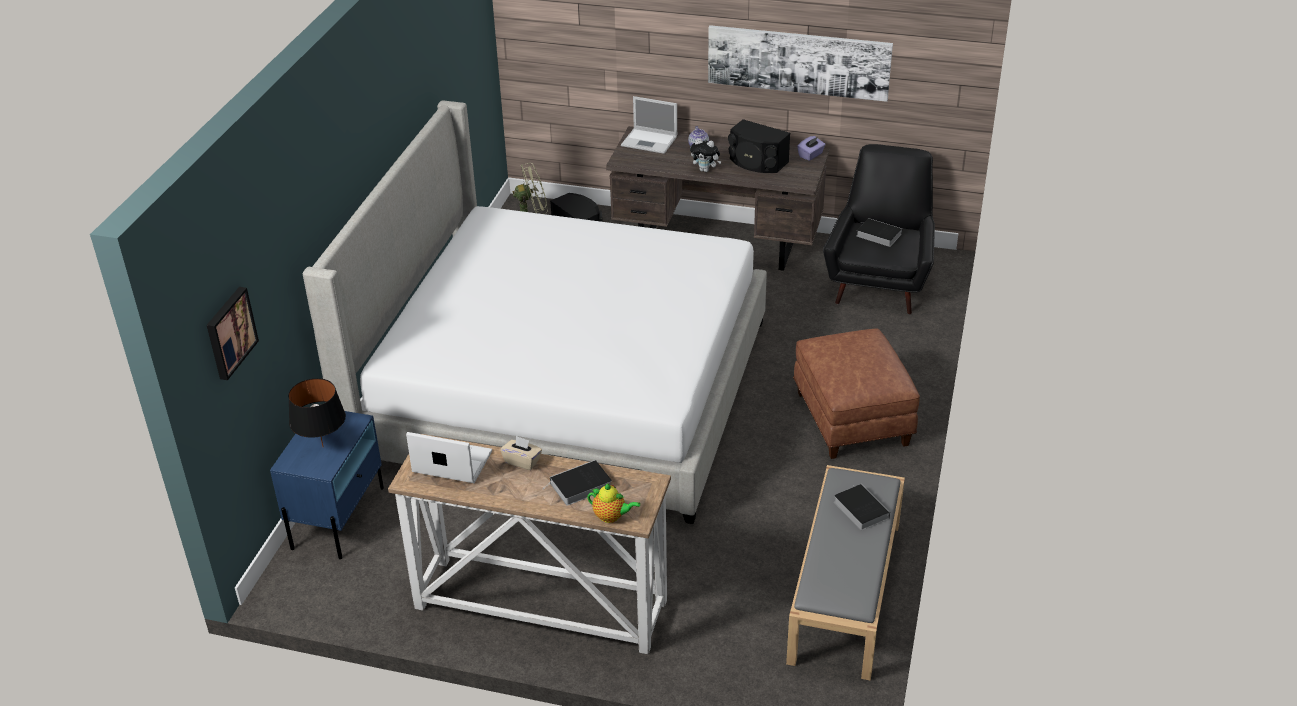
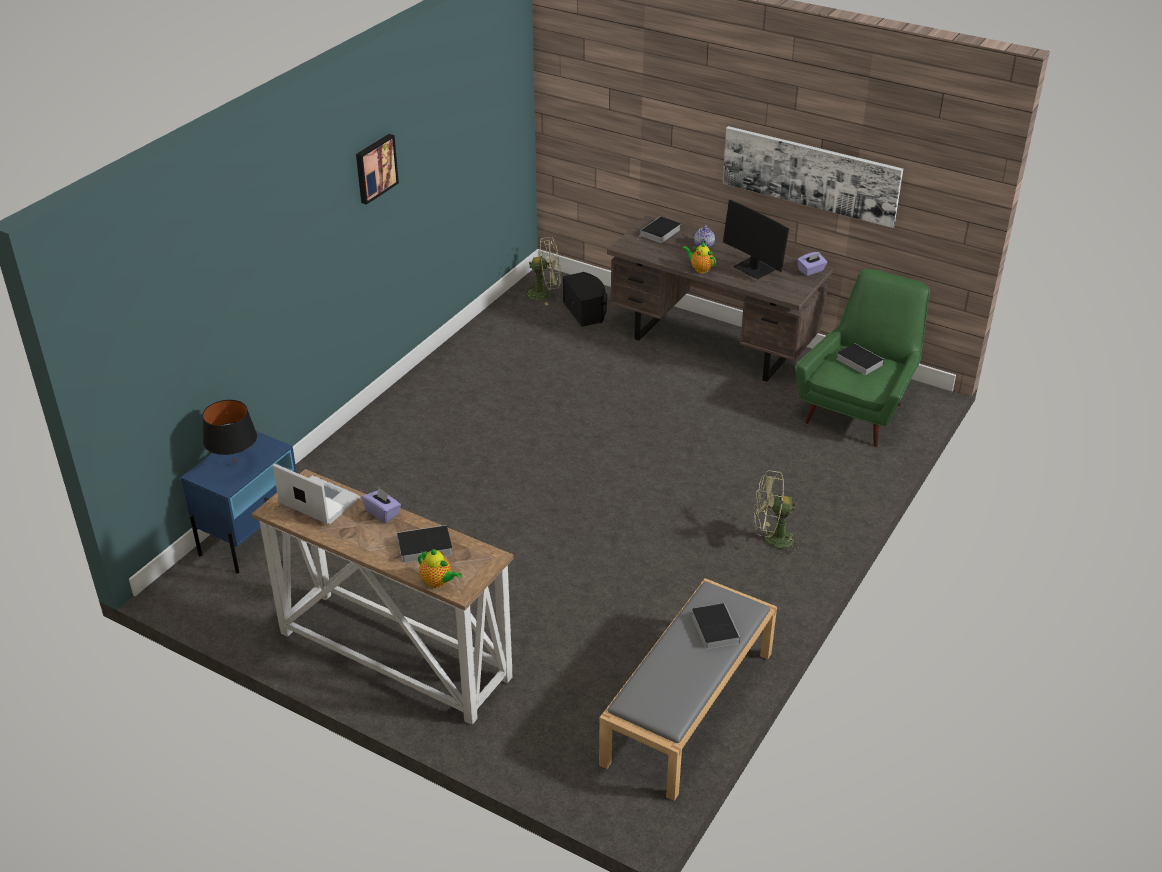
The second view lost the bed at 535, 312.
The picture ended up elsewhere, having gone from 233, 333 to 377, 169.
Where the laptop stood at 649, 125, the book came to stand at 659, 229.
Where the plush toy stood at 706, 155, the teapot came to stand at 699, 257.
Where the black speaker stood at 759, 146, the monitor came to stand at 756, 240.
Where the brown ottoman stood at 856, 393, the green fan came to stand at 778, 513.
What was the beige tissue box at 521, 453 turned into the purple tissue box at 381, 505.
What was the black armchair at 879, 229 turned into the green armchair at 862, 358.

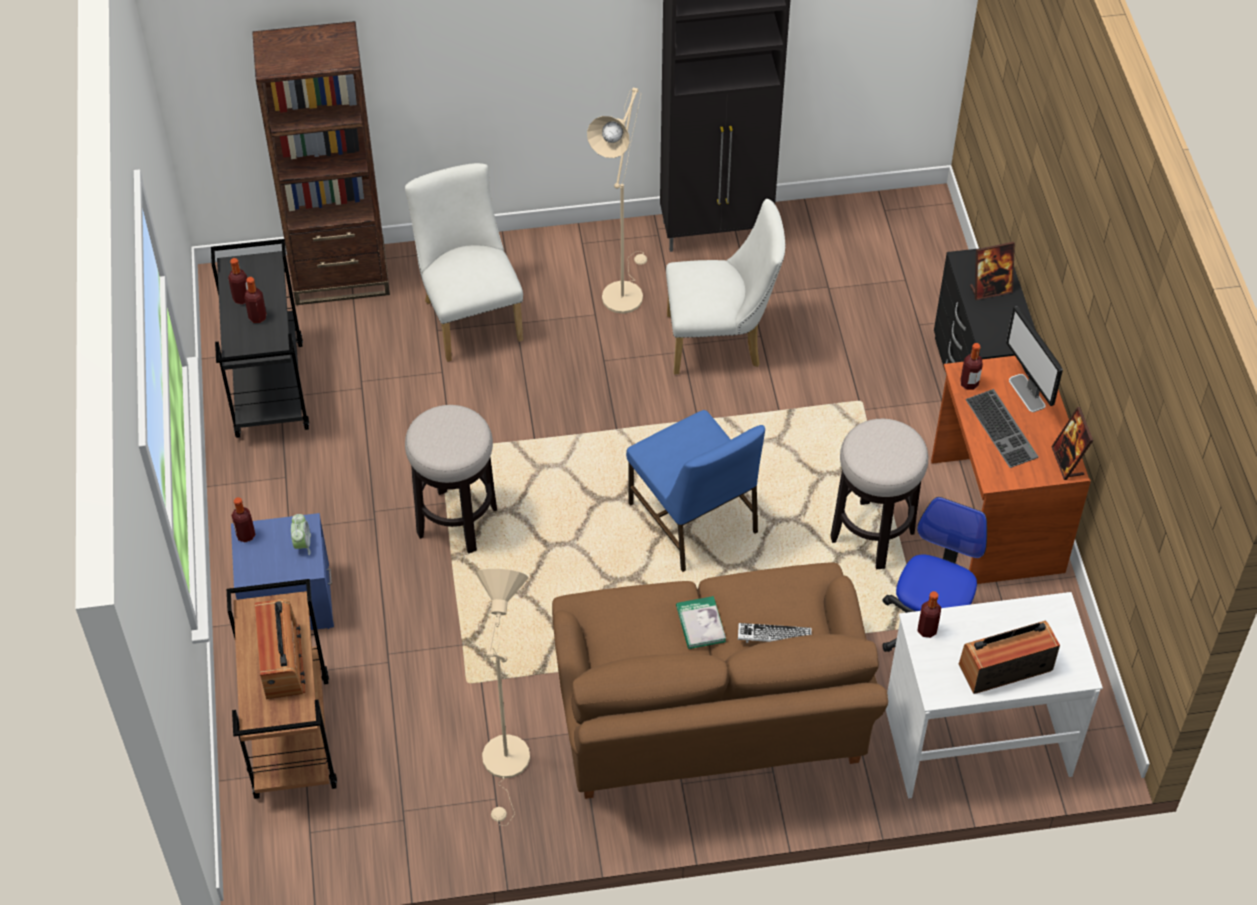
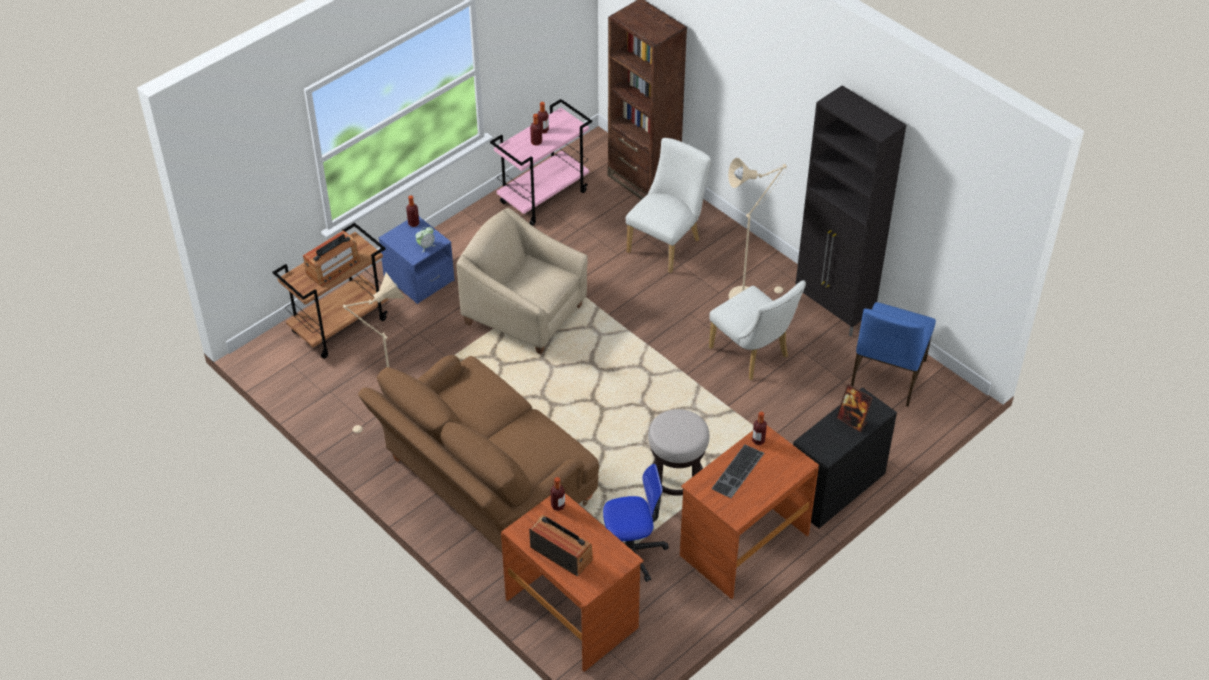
The second view lost the book at 701, 622.
The second view lost the keyboard at 775, 633.
The second view lost the monitor at 1034, 359.
The second view lost the picture frame at 1072, 443.
The blue chair ended up elsewhere, having gone from 695, 491 to 893, 354.
Where the stool stood at 451, 479, the beige armchair came to stand at 522, 281.
What was the black cart at 260, 338 turned into the pink cart at 541, 162.
What was the white desk at 994, 695 turned into the brown desk at 572, 582.

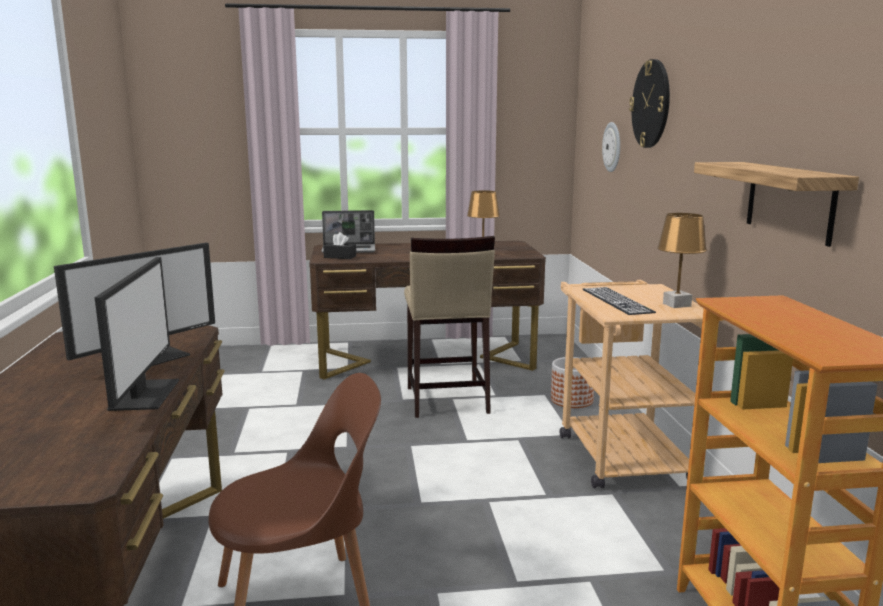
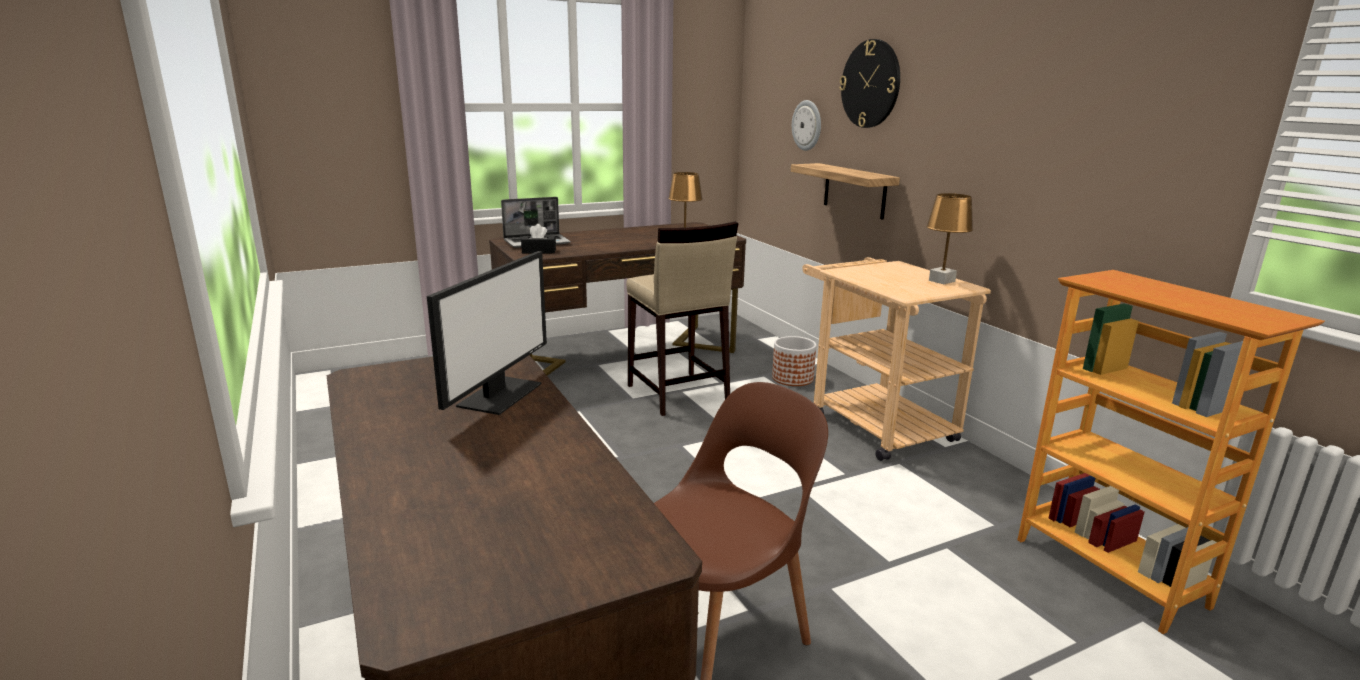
The second view lost the monitor at 137, 334.
The second view lost the keyboard at 619, 301.
The shelf ended up elsewhere, having gone from 776, 204 to 845, 191.

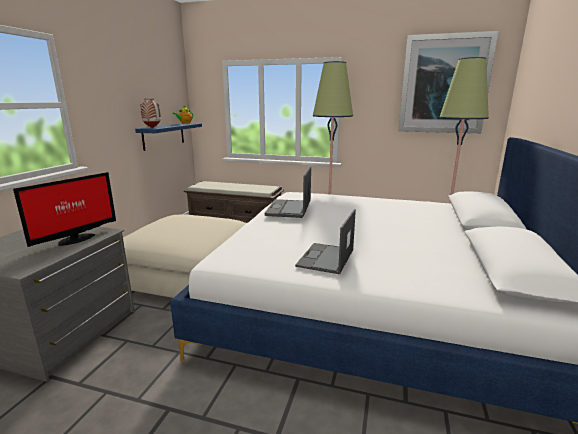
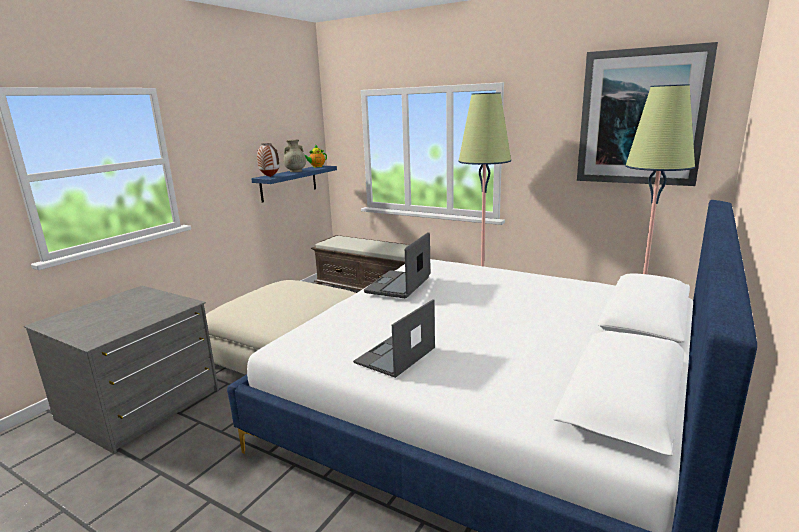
The second view lost the monitor at 64, 209.
The second view gained the beige vase at 294, 156.

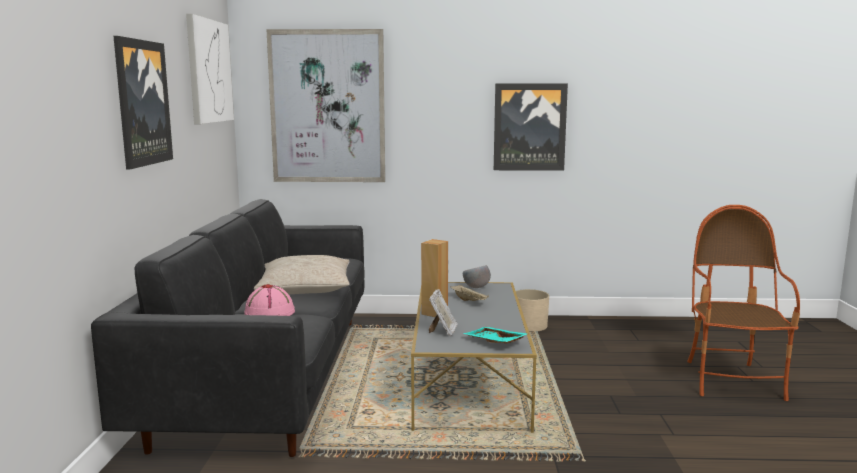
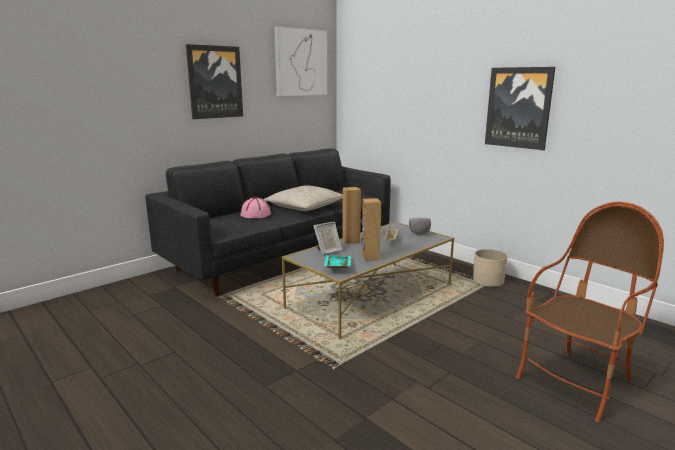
The second view lost the picture at 325, 105.
The second view gained the brown speaker at 371, 229.

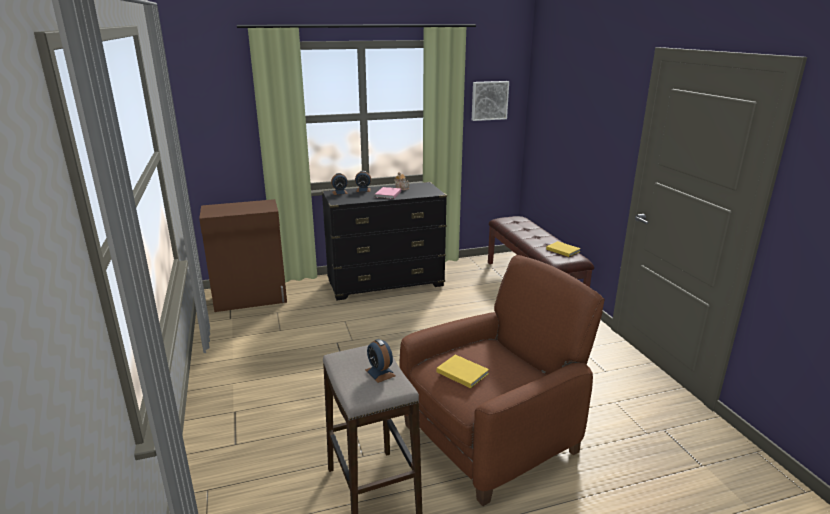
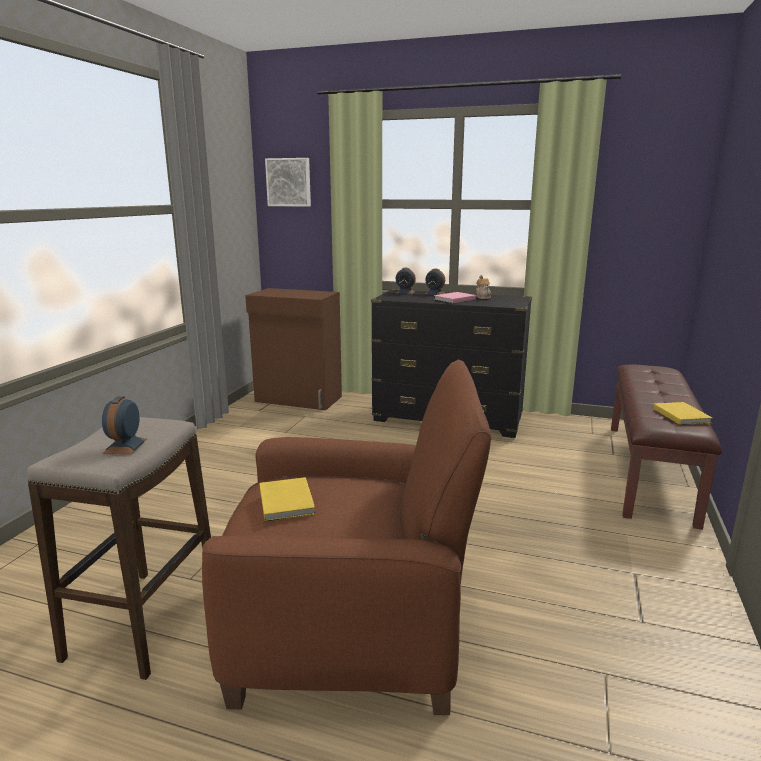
The picture ended up elsewhere, having gone from 490, 101 to 288, 182.

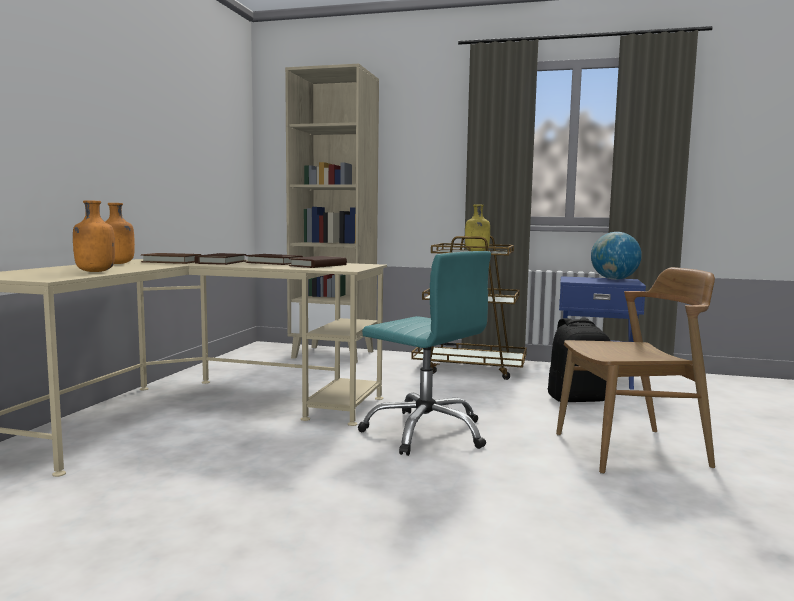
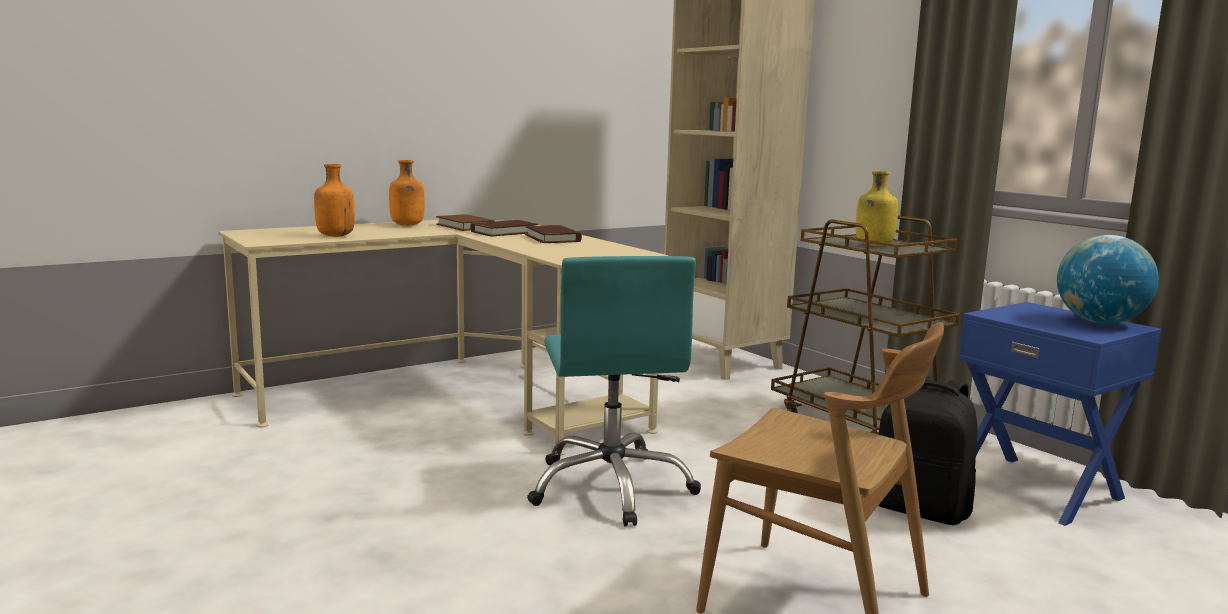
The second view lost the brown book at 318, 262.

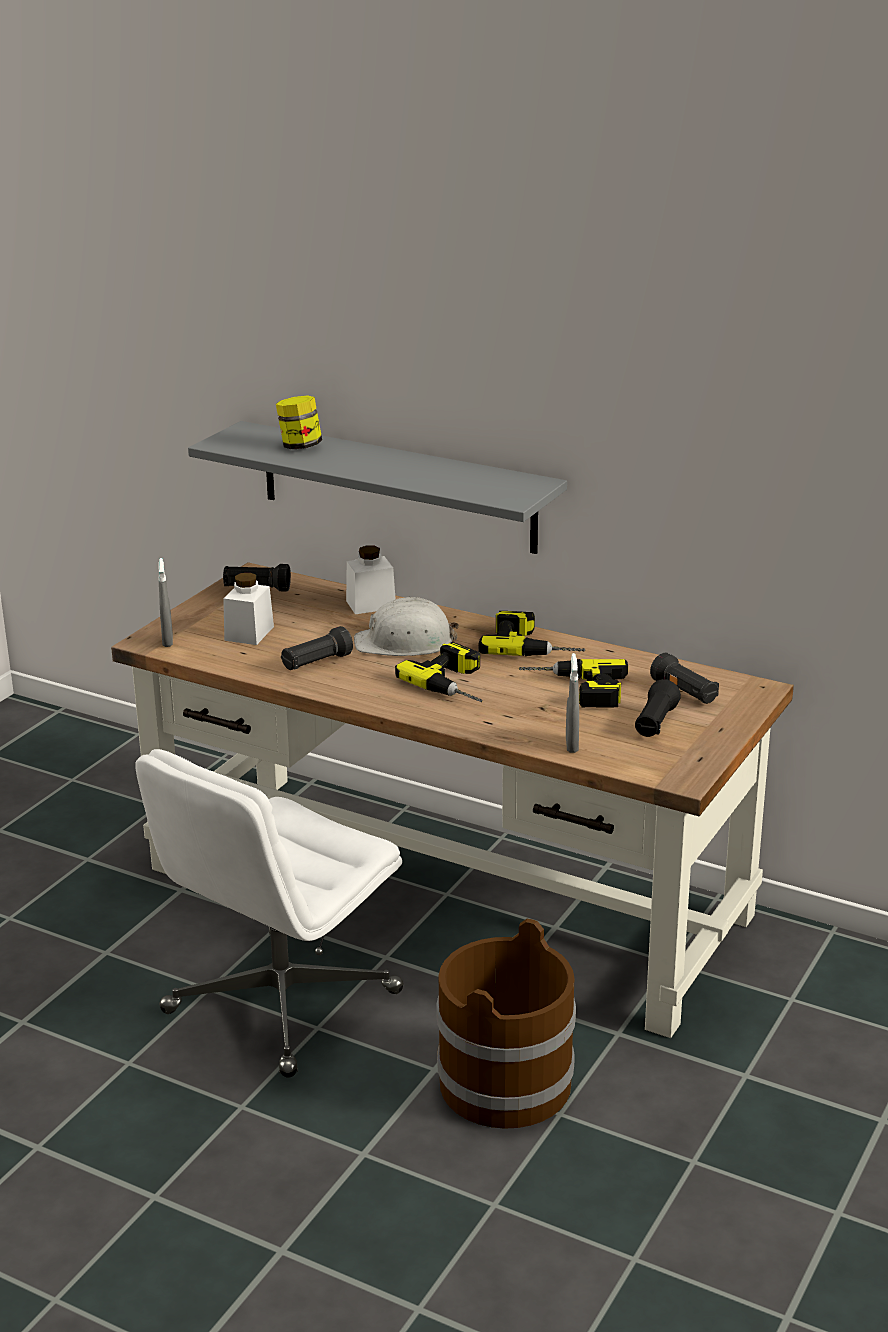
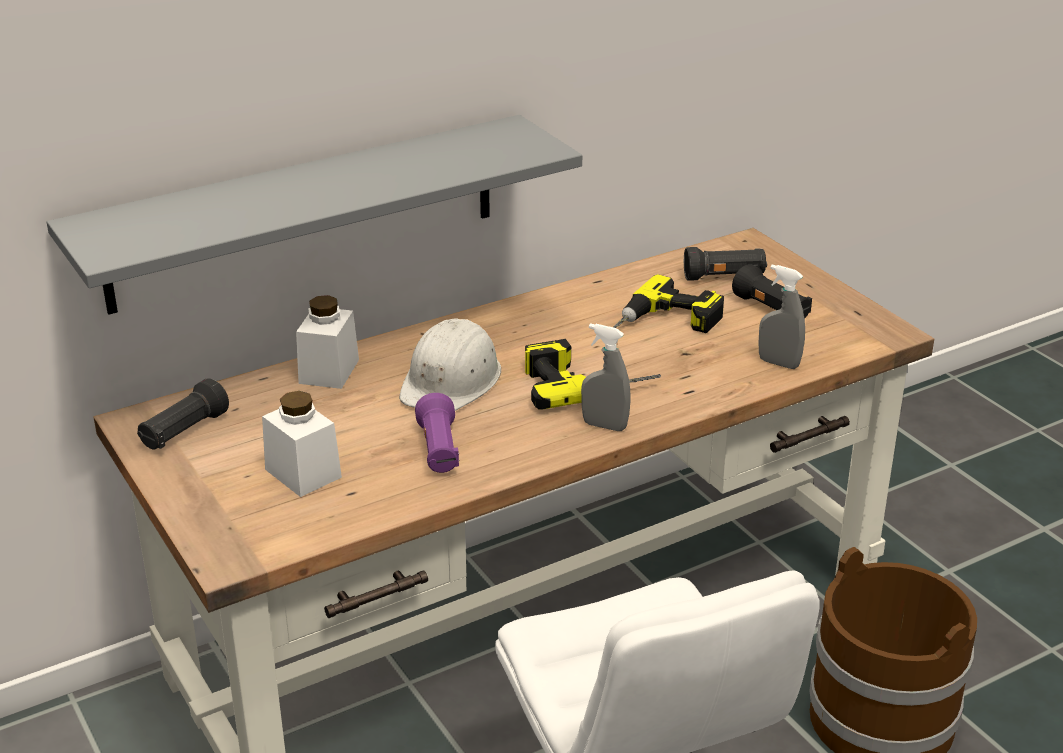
The second view lost the jar at 299, 422.
The second view lost the power drill at 531, 633.
The grey spray bottle ended up elsewhere, having gone from 165, 602 to 606, 377.
What was the black flashlight at 317, 648 turned into the purple flashlight at 437, 433.

